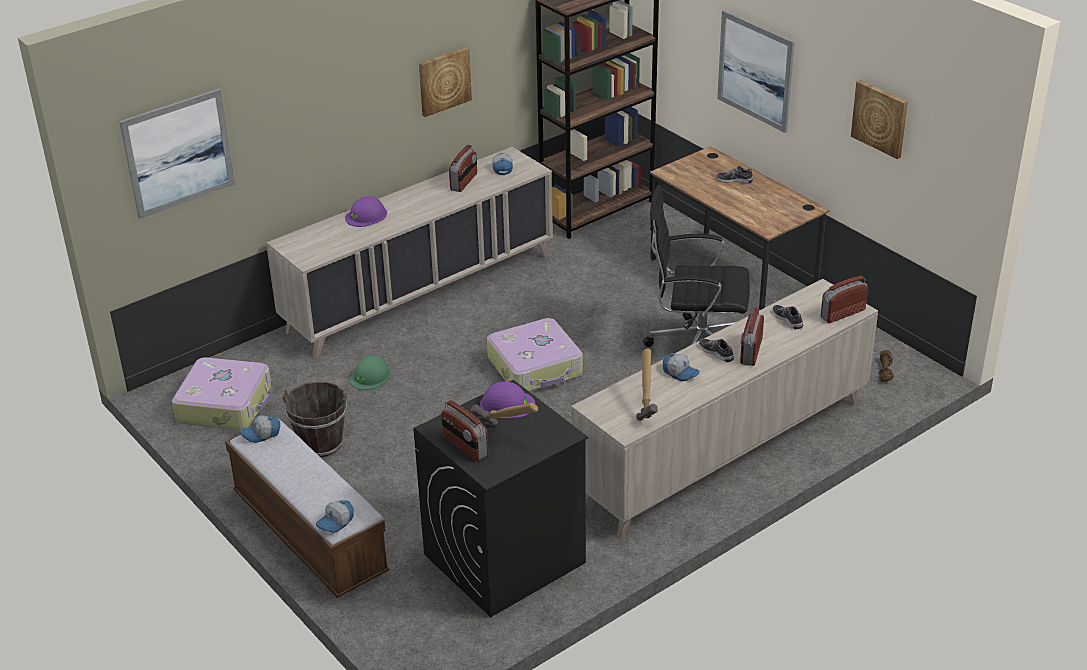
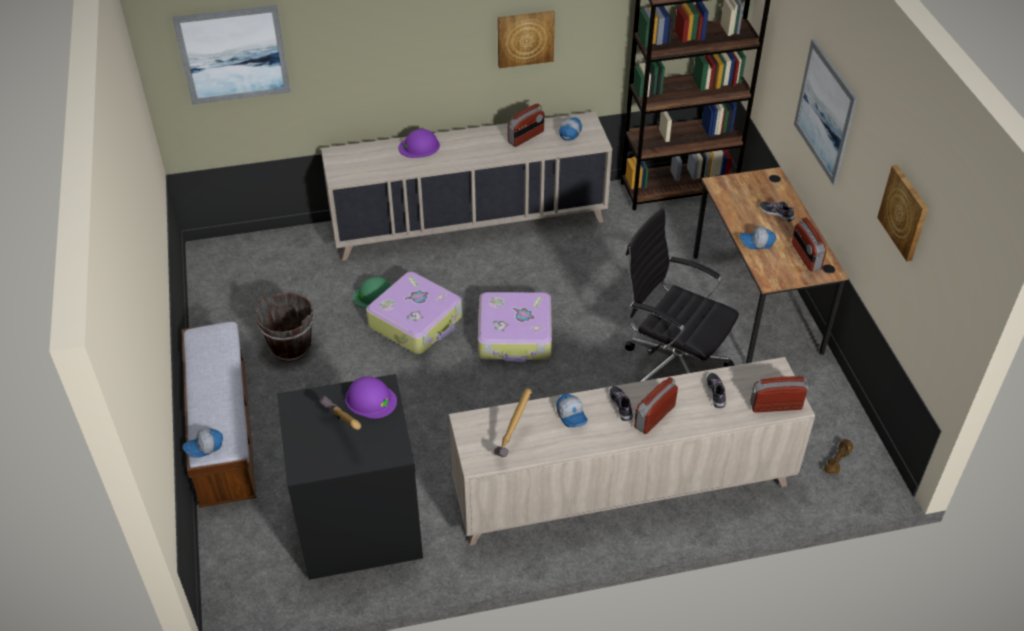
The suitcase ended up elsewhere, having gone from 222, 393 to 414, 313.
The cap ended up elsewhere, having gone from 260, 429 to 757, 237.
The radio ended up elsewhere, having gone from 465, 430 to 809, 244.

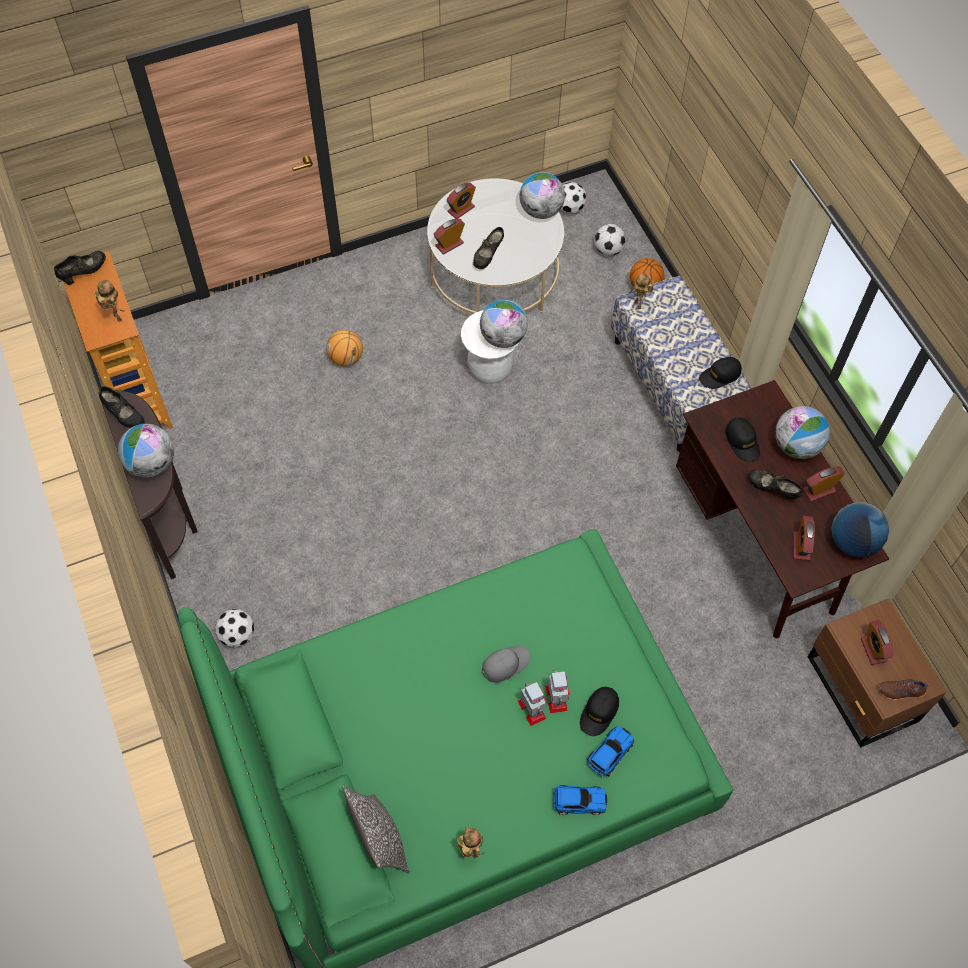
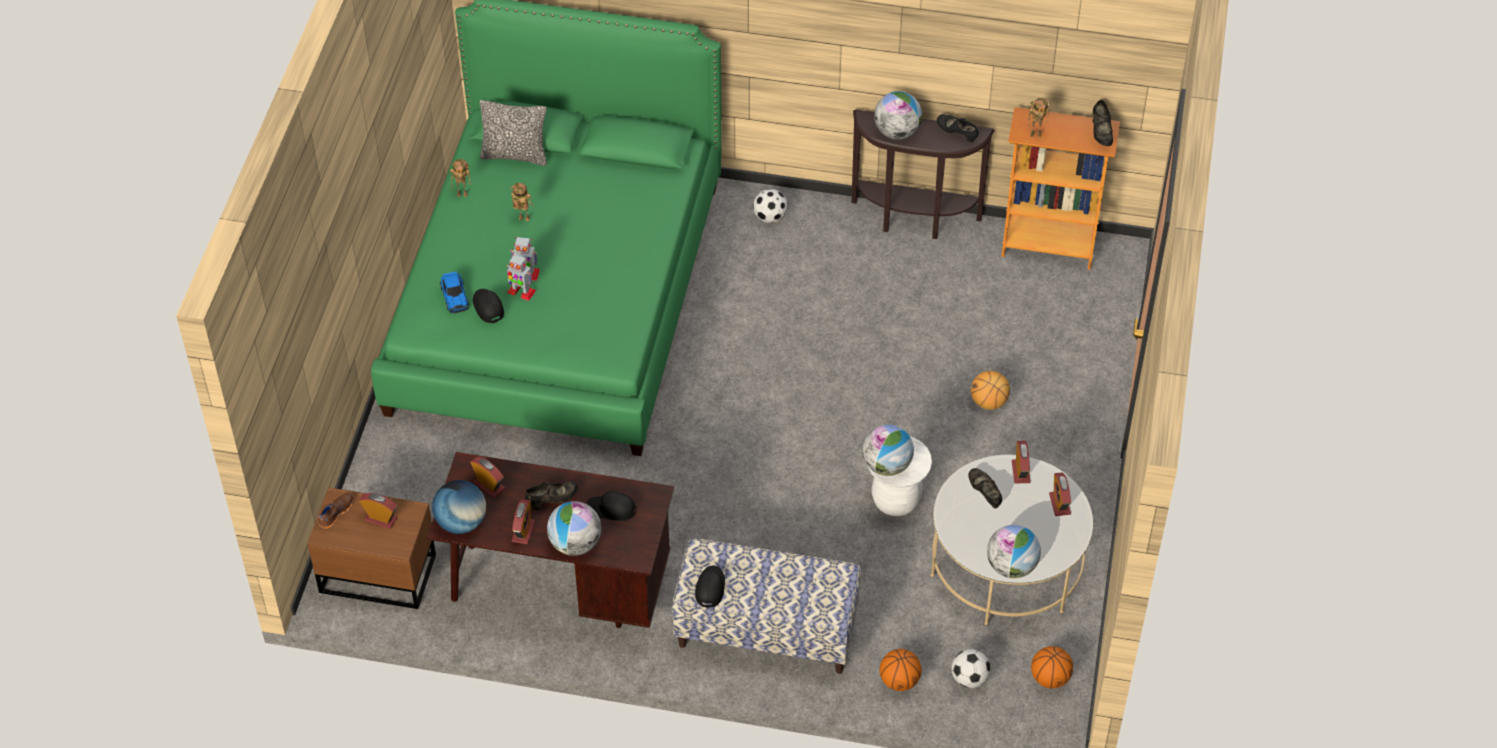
The second view lost the grey cap at 506, 664.
The second view lost the toy car at 580, 800.
The toy robot ended up elsewhere, having gone from 642, 291 to 521, 202.
Where the football stood at 573, 198, the basketball came to stand at 1052, 667.
The black shoe at 122, 407 ended up facing another way, 60 degrees clockwise from before.

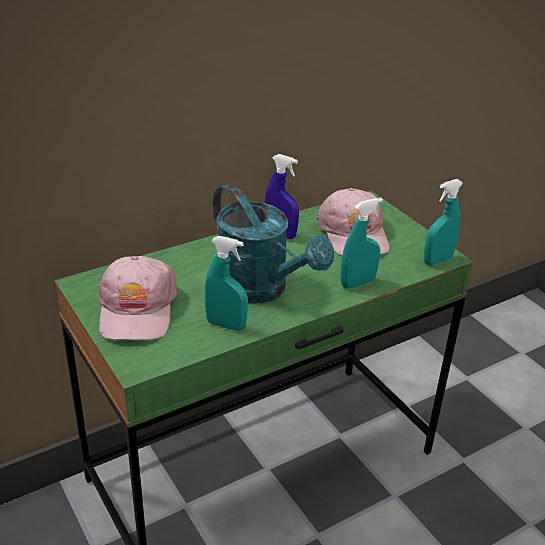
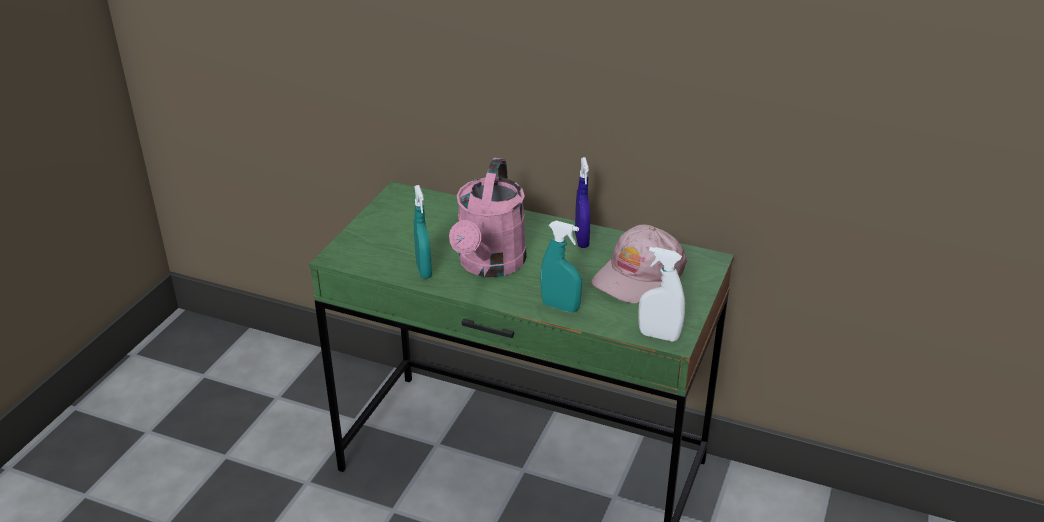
The second view lost the pink cap at 138, 298.
What was the turquoise watering can at 273, 244 turned into the pink watering can at 488, 217.
What was the turquoise spray bottle at 443, 222 turned into the white spray bottle at 661, 294.

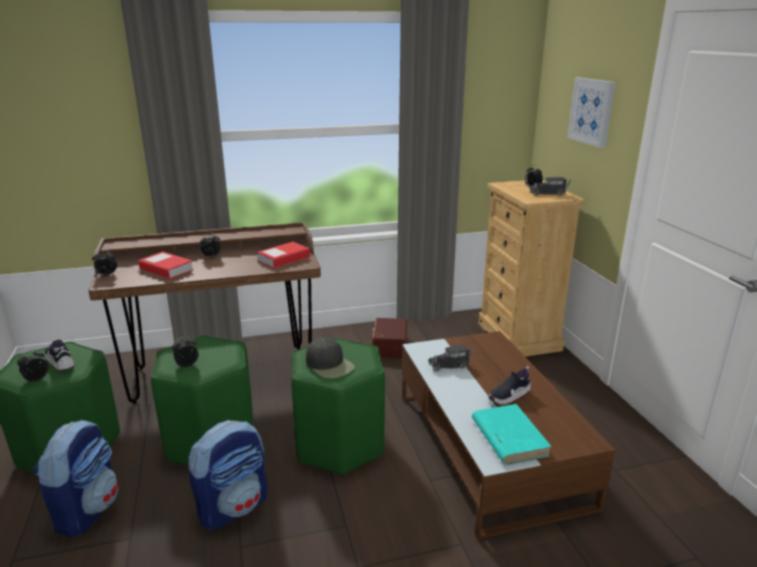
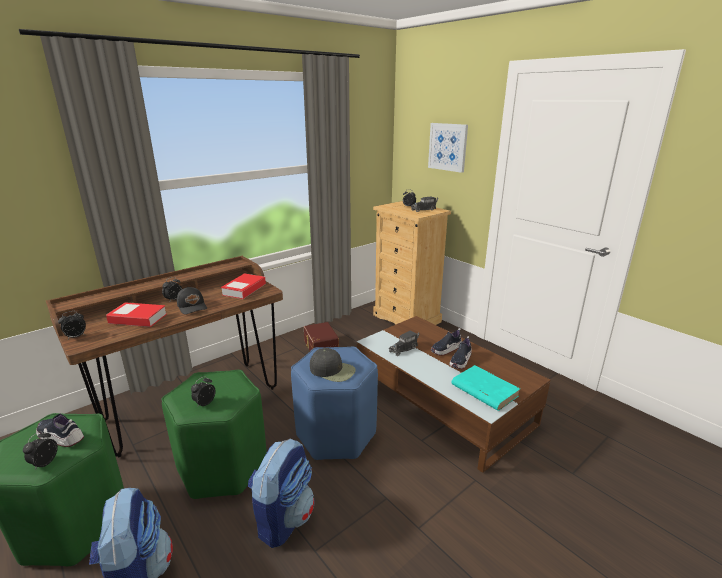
The second view gained the black cap at 192, 300.
The second view gained the shoe at 446, 342.
What was the green stool at 338, 406 turned into the blue stool at 334, 403.

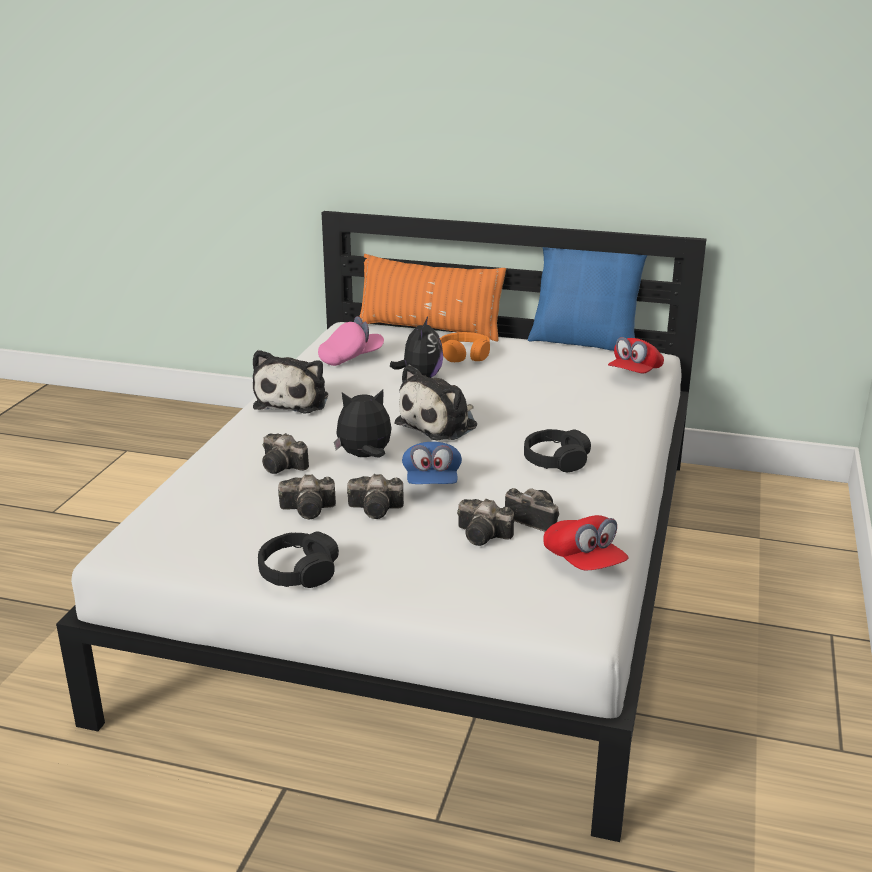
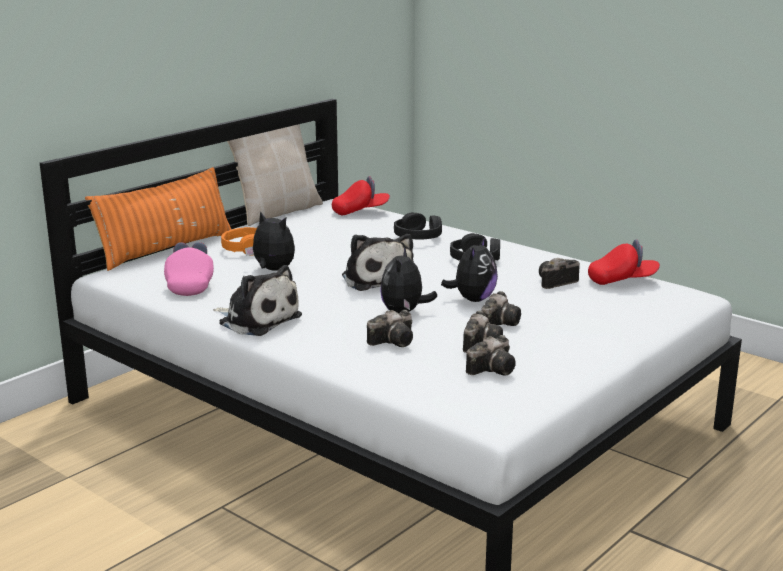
The black headphones ended up elsewhere, having gone from 298, 559 to 418, 226.
The photo camera ended up elsewhere, having gone from 485, 522 to 491, 355.
Where the blue cap stood at 432, 463, the plush toy came to stand at 469, 269.
What was the blue pillow at 587, 299 turned into the beige pillow at 275, 175.
The red cap at 636, 355 ended up facing another way, 75 degrees counterclockwise from before.

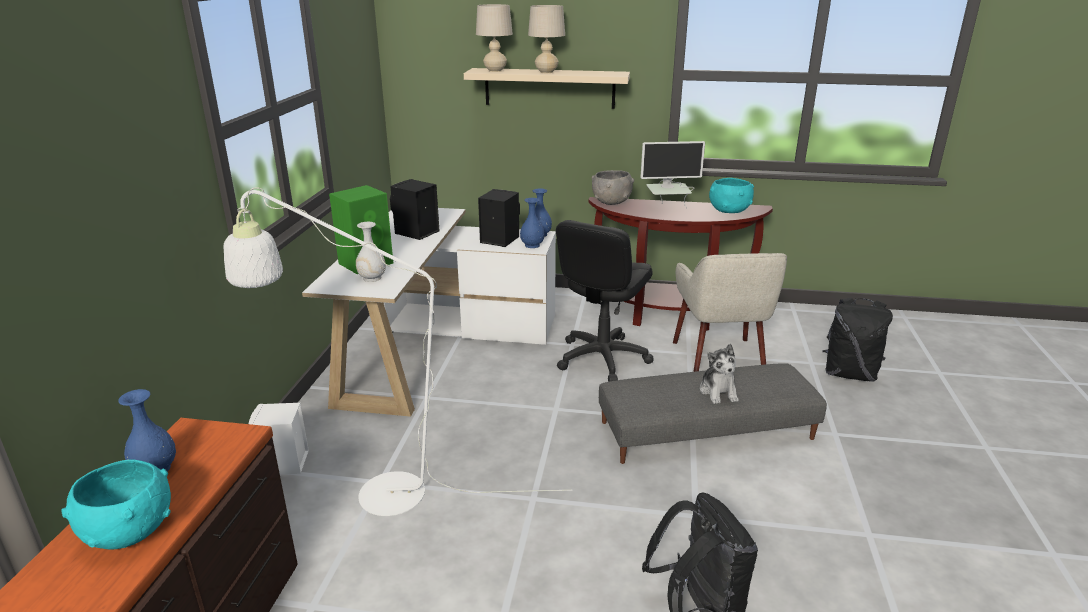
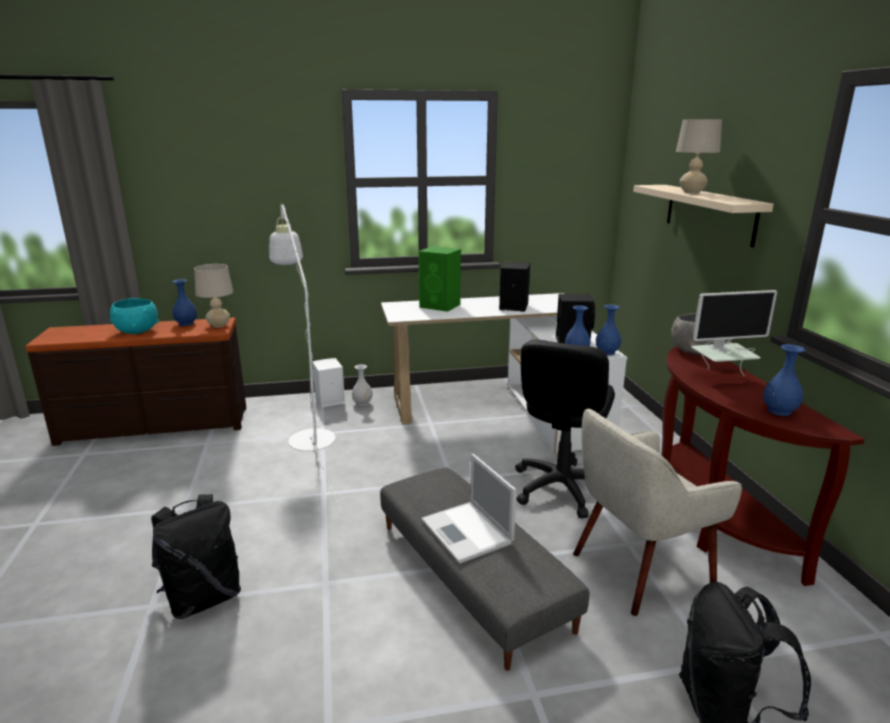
The white vase ended up elsewhere, having gone from 371, 252 to 362, 385.
The beige table lamp ended up elsewhere, having gone from 494, 38 to 213, 296.
Where the plush toy stood at 719, 374, the laptop came to stand at 469, 508.
Where the turquoise bowl stood at 731, 195, the blue vase came to stand at 784, 380.
The black office chair at 604, 301 ended up facing another way, 75 degrees counterclockwise from before.
The monitor at 672, 174 ended up facing another way, 75 degrees counterclockwise from before.

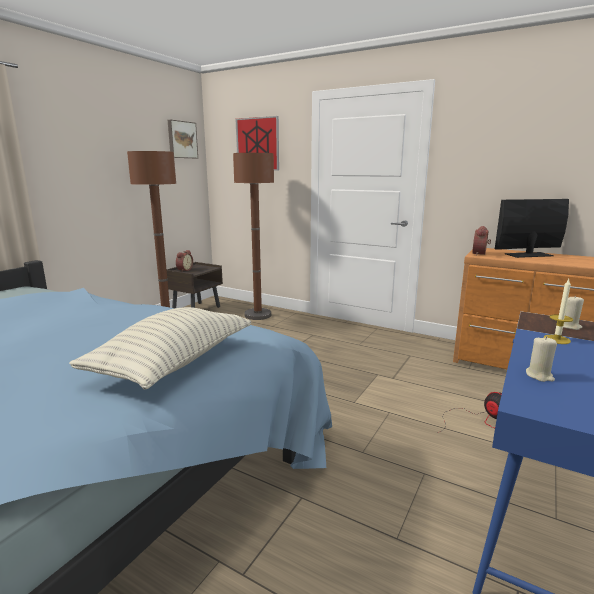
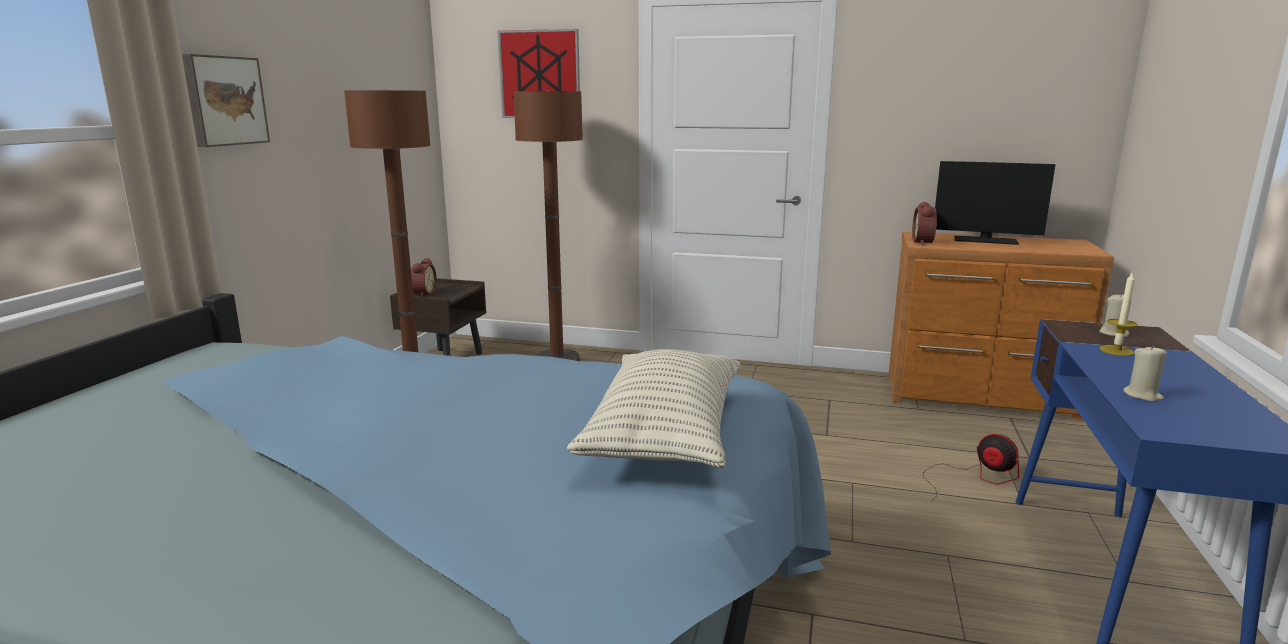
The picture ended up elsewhere, having gone from 183, 139 to 226, 100.
The monitor at 532, 228 ended up facing another way, 135 degrees counterclockwise from before.

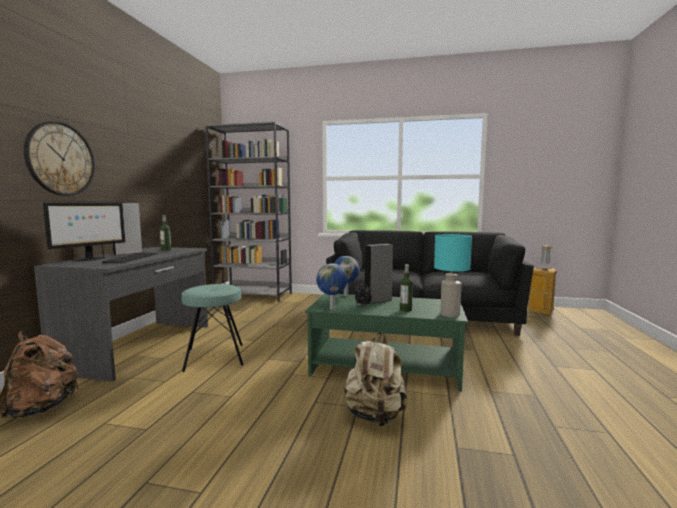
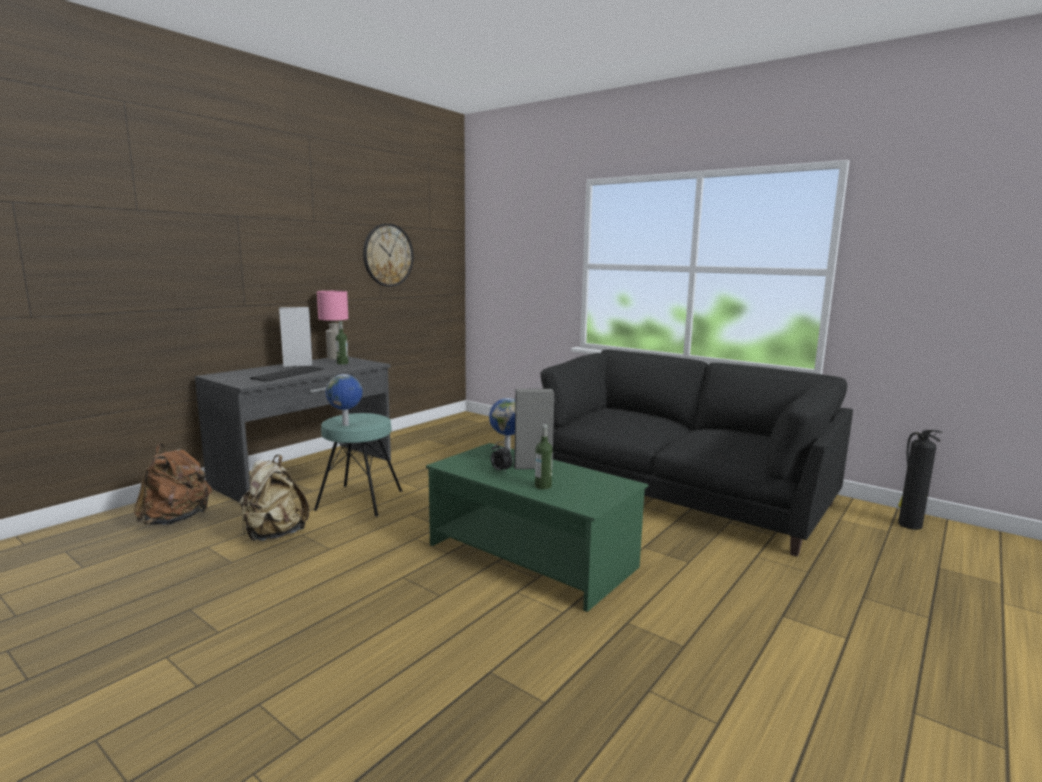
The second view lost the monitor at 84, 232.
The second view lost the grey bookcase at 248, 211.
The second view lost the turquoise table lamp at 453, 275.
The second view gained the pink table lamp at 332, 325.
The wall clock ended up elsewhere, having gone from 59, 158 to 388, 255.
The globe ended up elsewhere, having gone from 332, 286 to 344, 400.
The beige backpack ended up elsewhere, having gone from 375, 379 to 274, 498.
Where the trash can stood at 542, 280, the fire extinguisher came to stand at 920, 480.

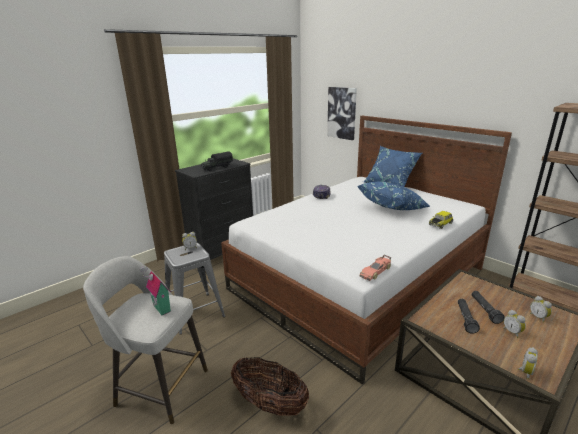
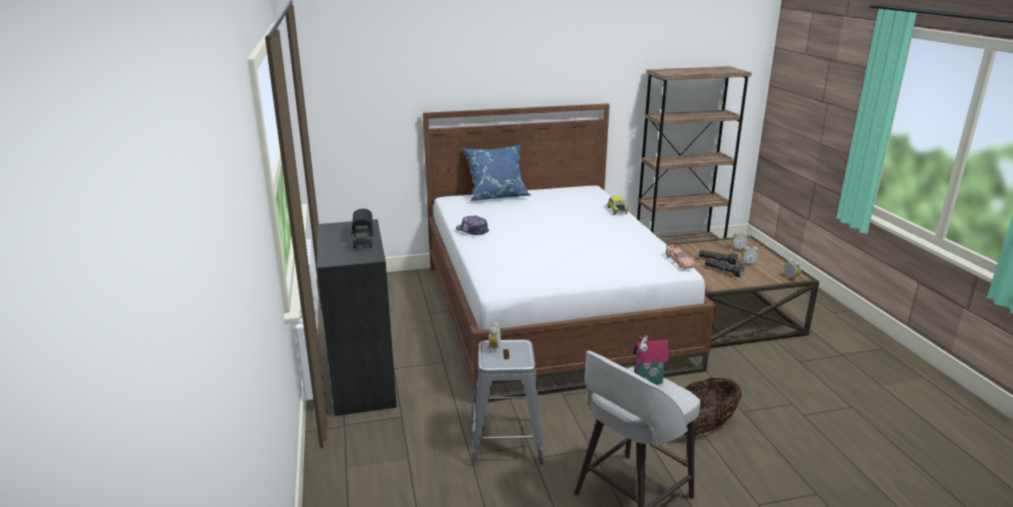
The second view lost the picture at 342, 113.
The second view lost the blue pillow at 394, 196.

